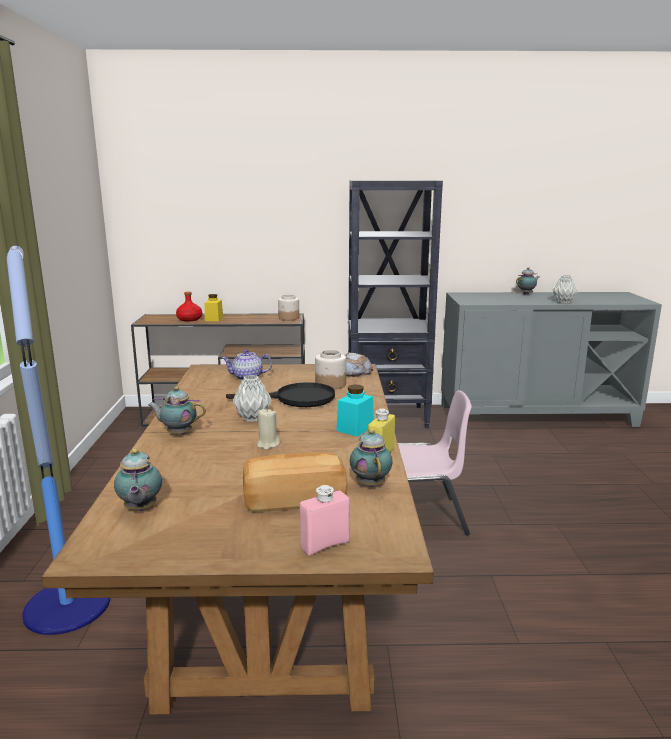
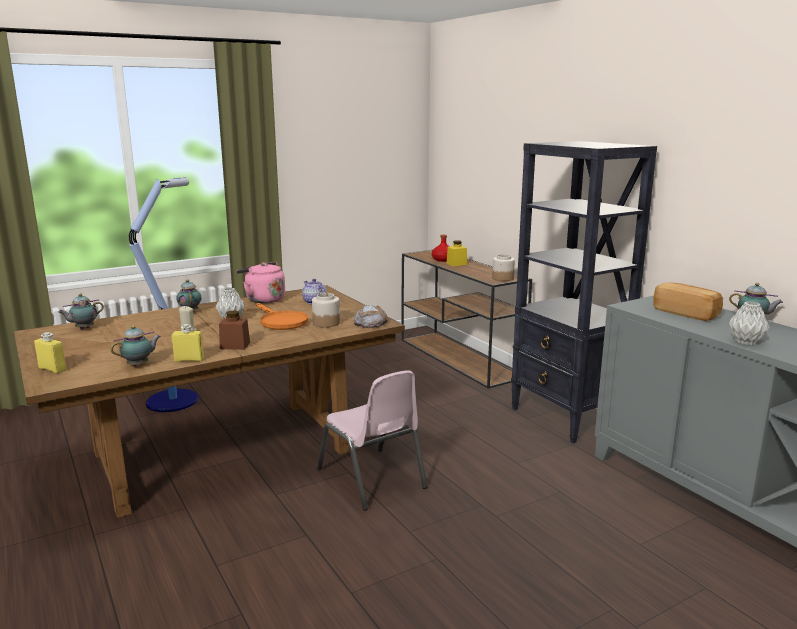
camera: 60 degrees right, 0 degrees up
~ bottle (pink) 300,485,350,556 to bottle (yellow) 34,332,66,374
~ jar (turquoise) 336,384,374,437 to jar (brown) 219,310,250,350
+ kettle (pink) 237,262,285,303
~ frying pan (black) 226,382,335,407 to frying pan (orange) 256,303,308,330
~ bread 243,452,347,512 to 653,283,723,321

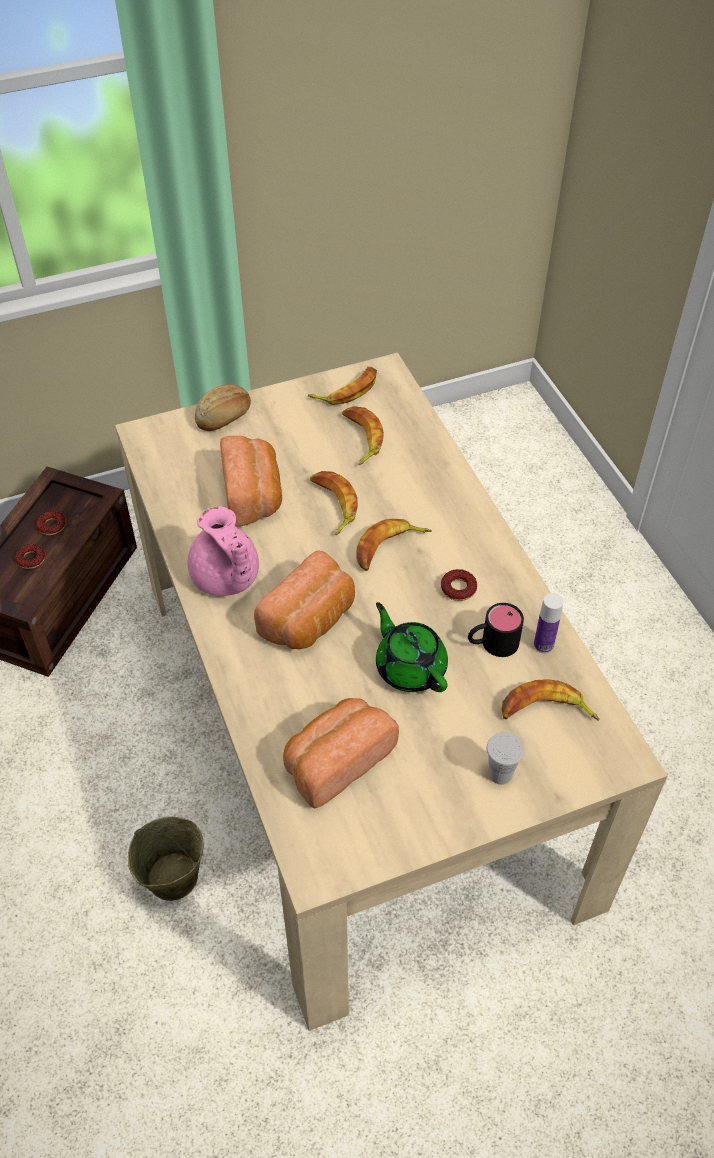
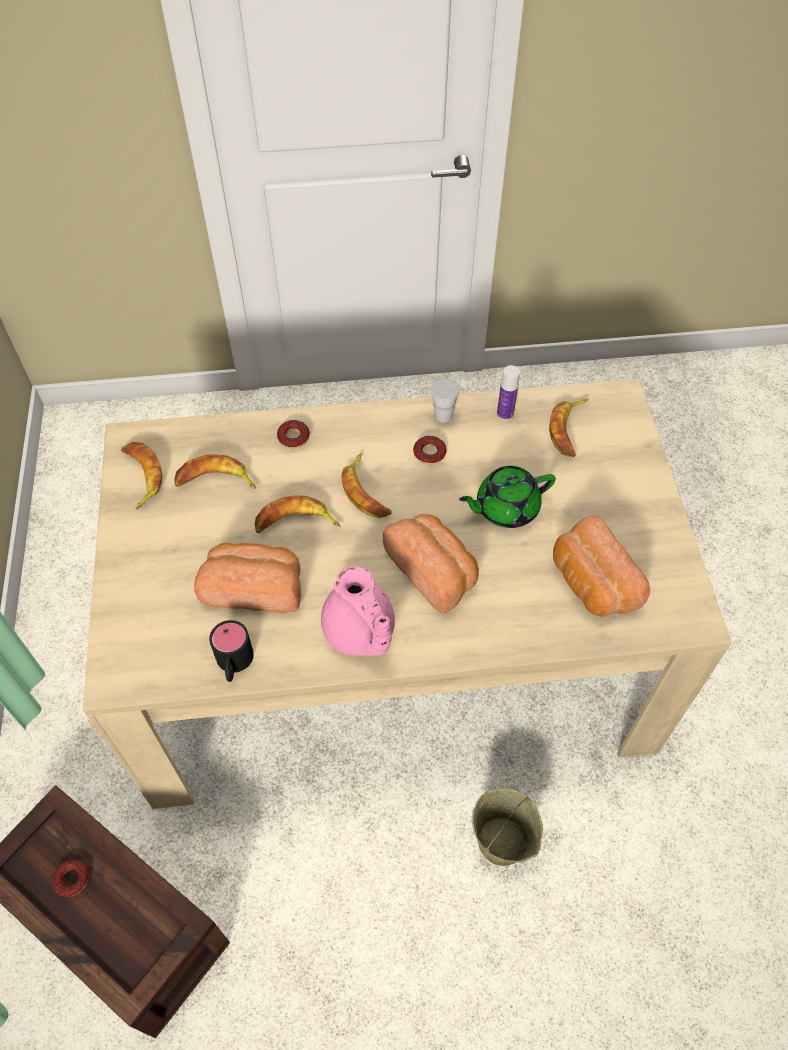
camera: 75 degrees left, 5 degrees up
~ mug (black) 468,603,524,657 to 209,620,254,682
~ donut 15,544,45,569 to 277,420,310,448
~ teapot (pink) 188,506,259,596 = 321,566,395,656 75 degrees clockwise
~ cup (white) 487,732,524,785 to 430,378,460,423
- bread 195,384,251,431

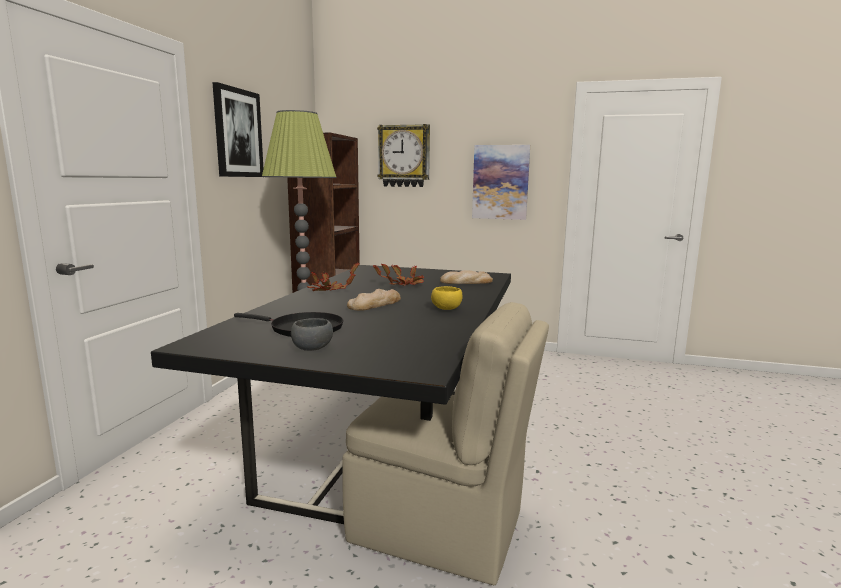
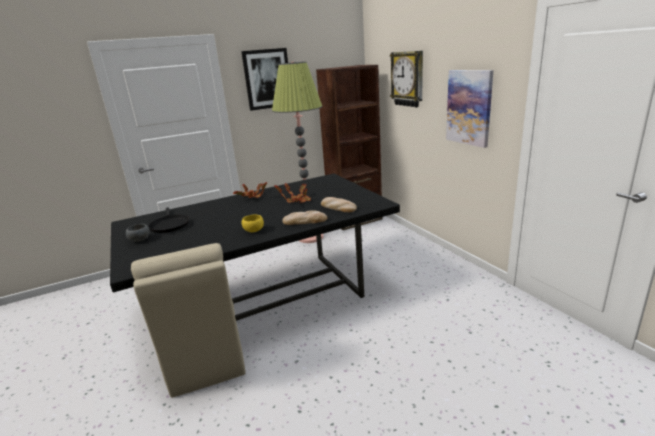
camera: 50 degrees right, 10 degrees up
~ bread 347,289,401,311 to 282,210,327,225

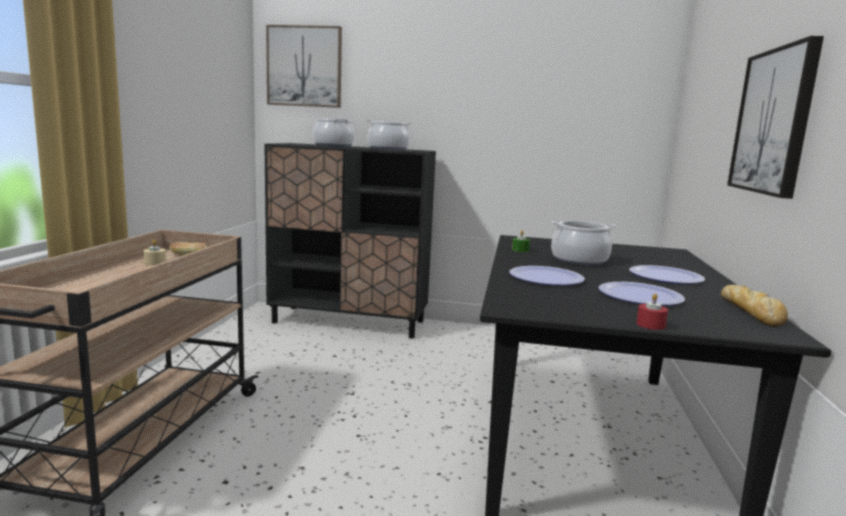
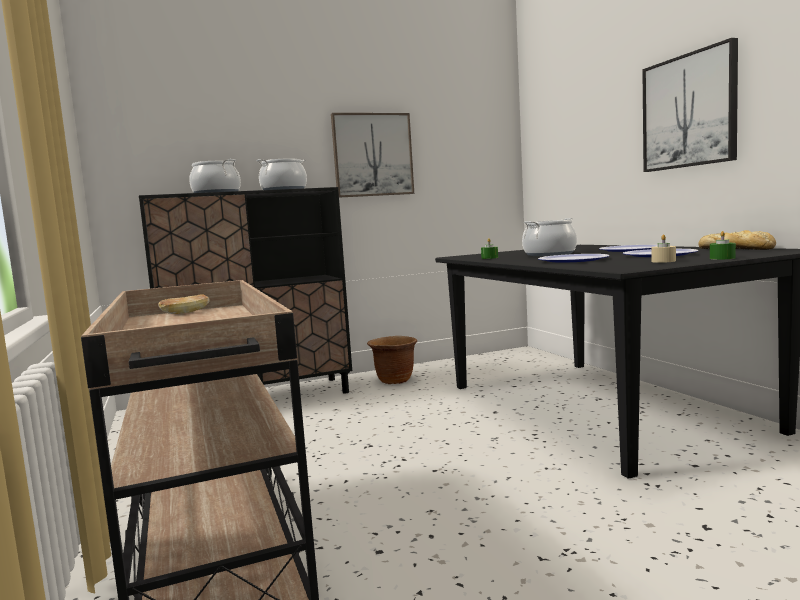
camera: 30 degrees left, 5 degrees down
~ picture 266,25,342,108 to 331,113,414,198
+ planter (brown) 367,336,417,384
~ candle (beige) 144,240,166,265 to 651,234,676,263
~ candle (red) 636,293,668,330 to candle (green) 710,231,736,260

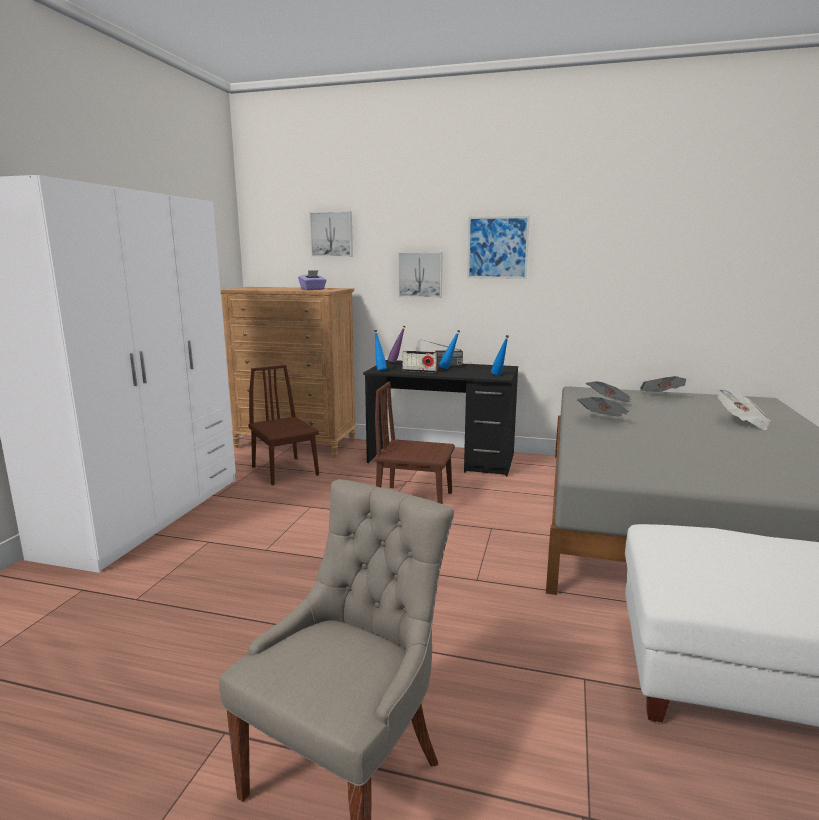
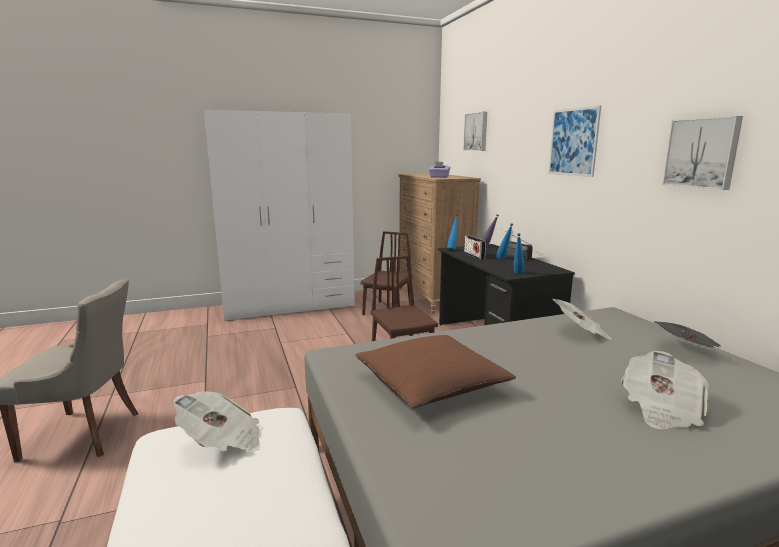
camera: 55 degrees right, 0 degrees up
~ newspaper 577,397,629,416 to 173,391,260,451
+ pillow (brown) 355,335,516,408
~ picture 398,252,443,298 to 662,116,743,190

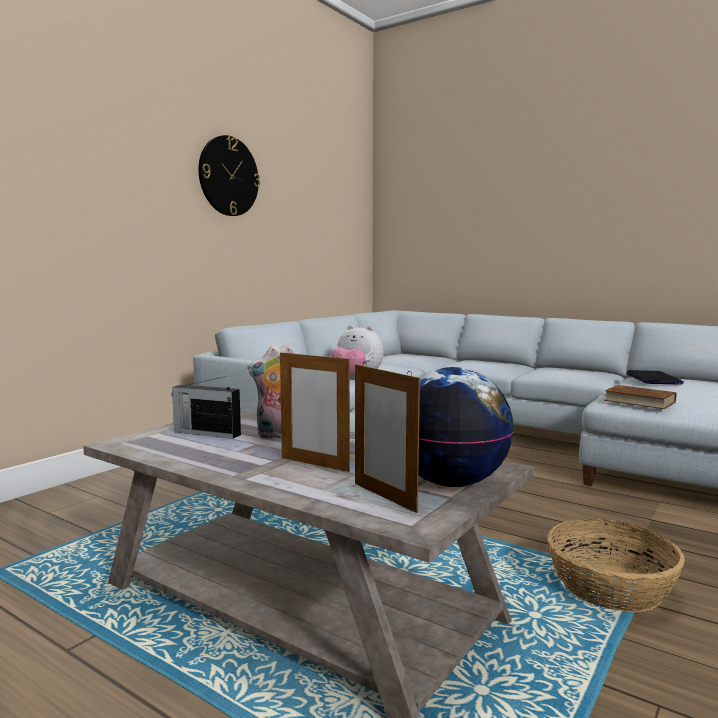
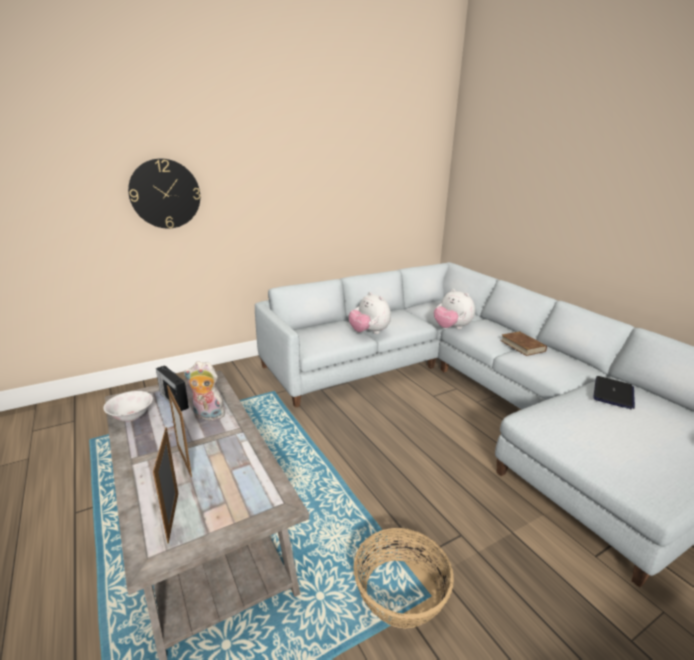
camera: 25 degrees right, 15 degrees up
+ bowl (white) 103,391,153,421
~ wall clock 199,135,260,216 to 128,158,200,228
+ plush toy 434,289,475,329
~ book (brown) 604,385,676,409 to 500,331,547,356
- globe 418,367,514,487

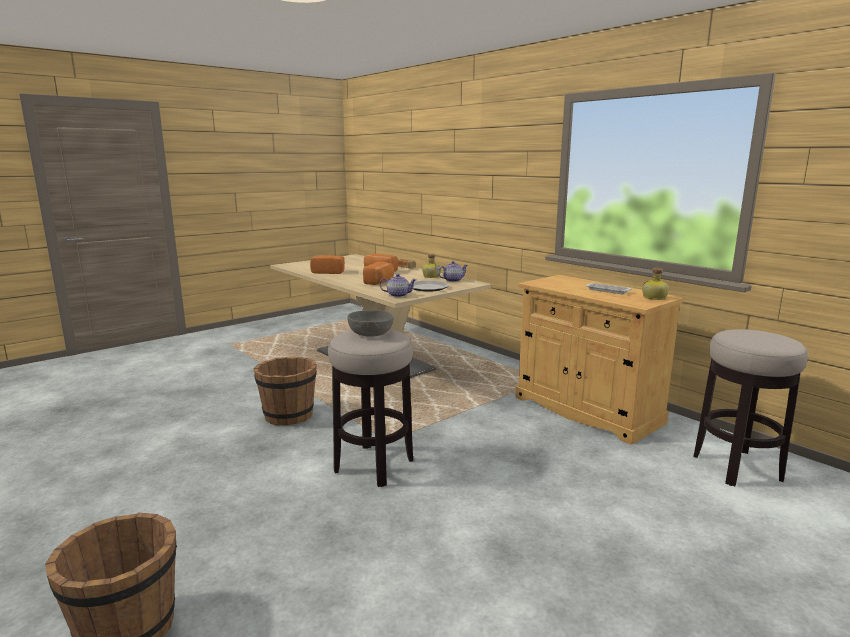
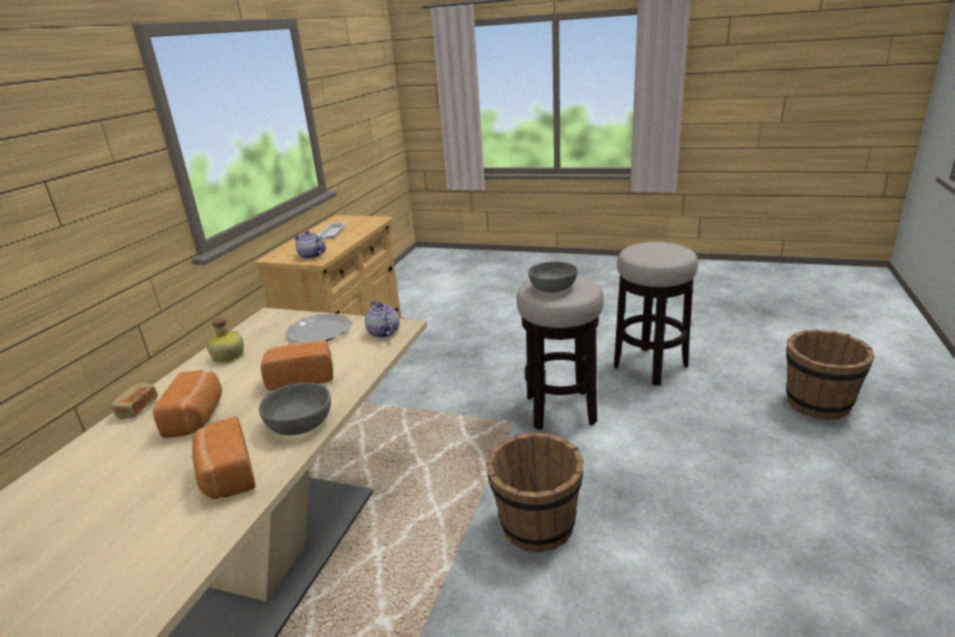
camera: 120 degrees left, 10 degrees up
+ bowl (grey) 259,383,331,435
~ teapot 438,261,467,282 to 293,230,326,259
~ stool 693,329,808,486 to 614,242,698,386
- bottle 642,268,669,300

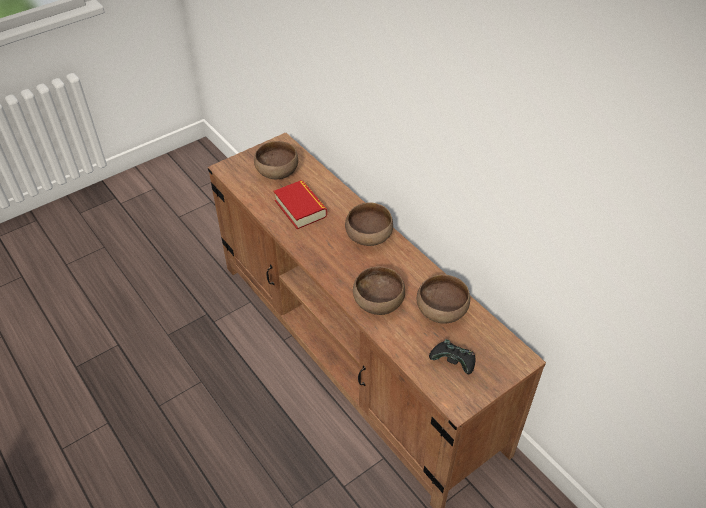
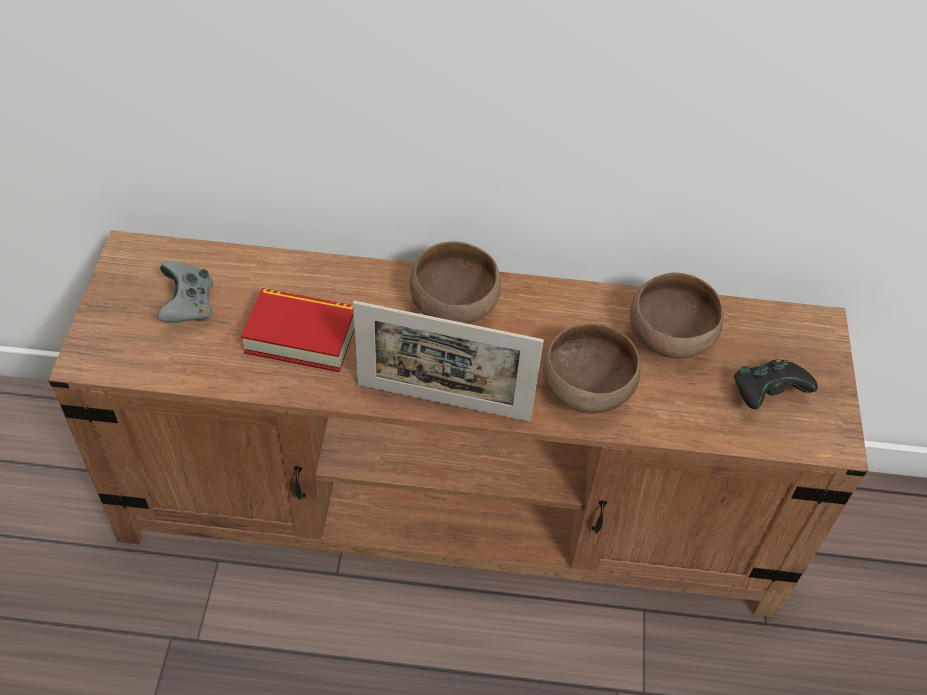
camera: 50 degrees left, 5 degrees up
~ bowl (brown) 254,141,298,179 to game controller (grey) 156,261,213,323
+ picture frame 353,301,544,422

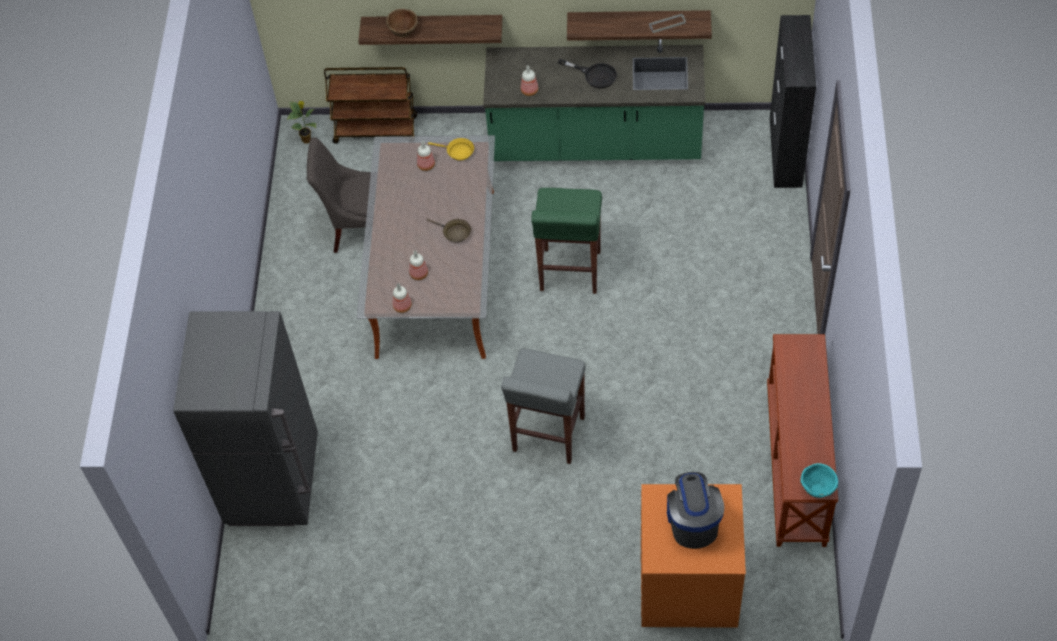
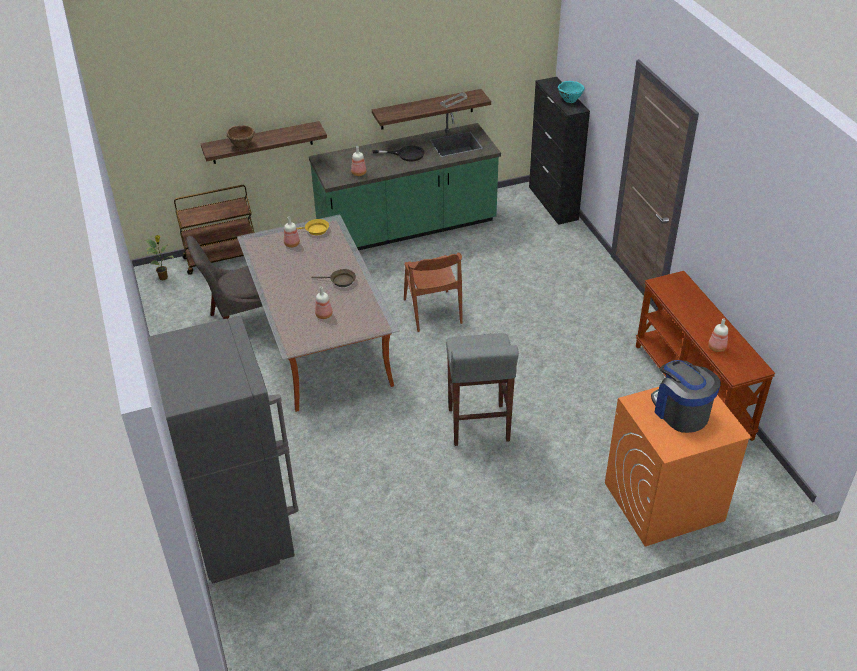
camera: 25 degrees left, 15 degrees down
~ stool (green) 531,188,602,294 to chair (brown) 404,253,462,332
~ bowl (turquoise) 800,463,838,498 to 558,81,585,103
~ bottle 393,283,412,313 to 708,318,728,352

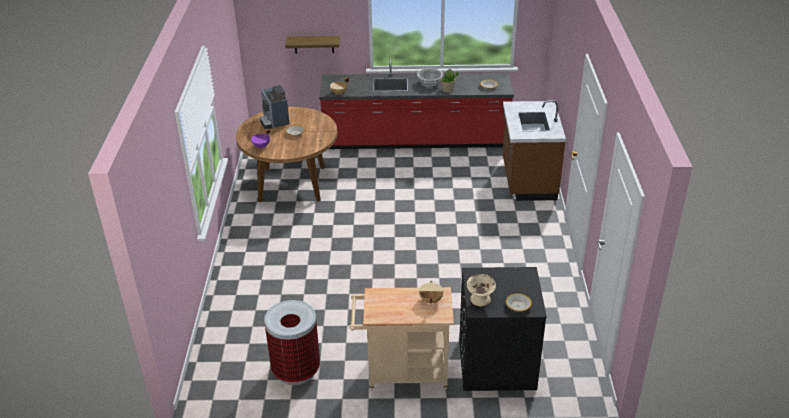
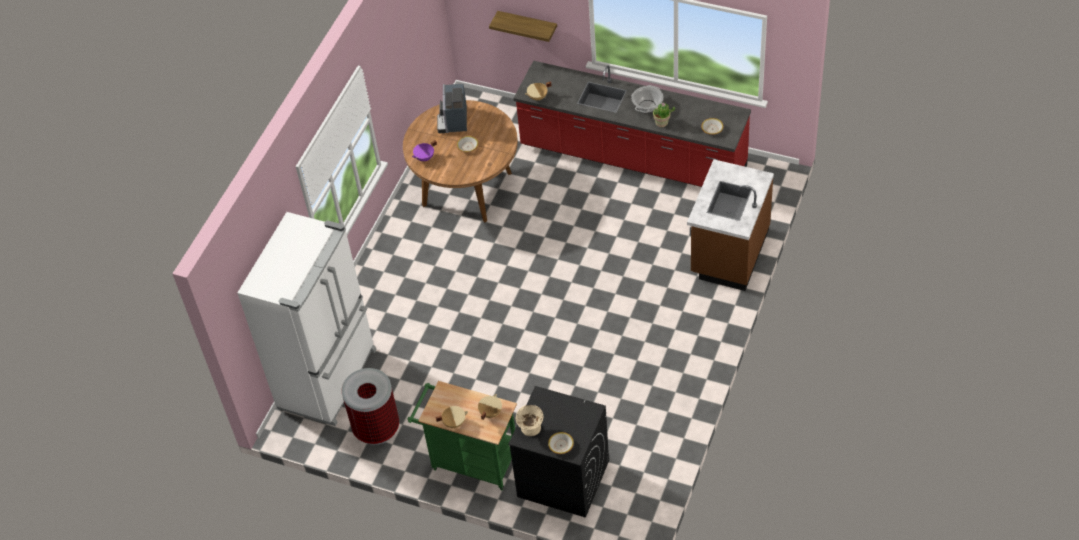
camera: 25 degrees right, 15 degrees up
+ fridge (white) 237,212,376,426
~ cart (beige) 349,287,454,390 to cart (green) 407,381,517,491
+ cooking pot (beige) 436,406,468,428

